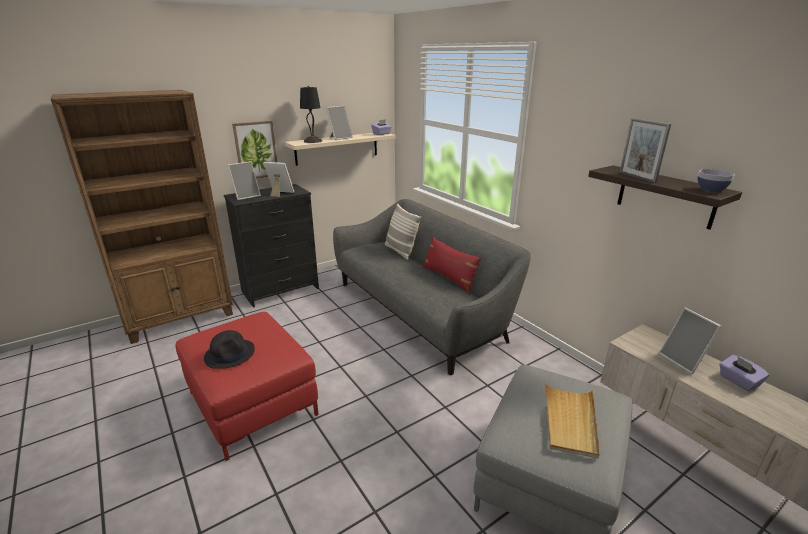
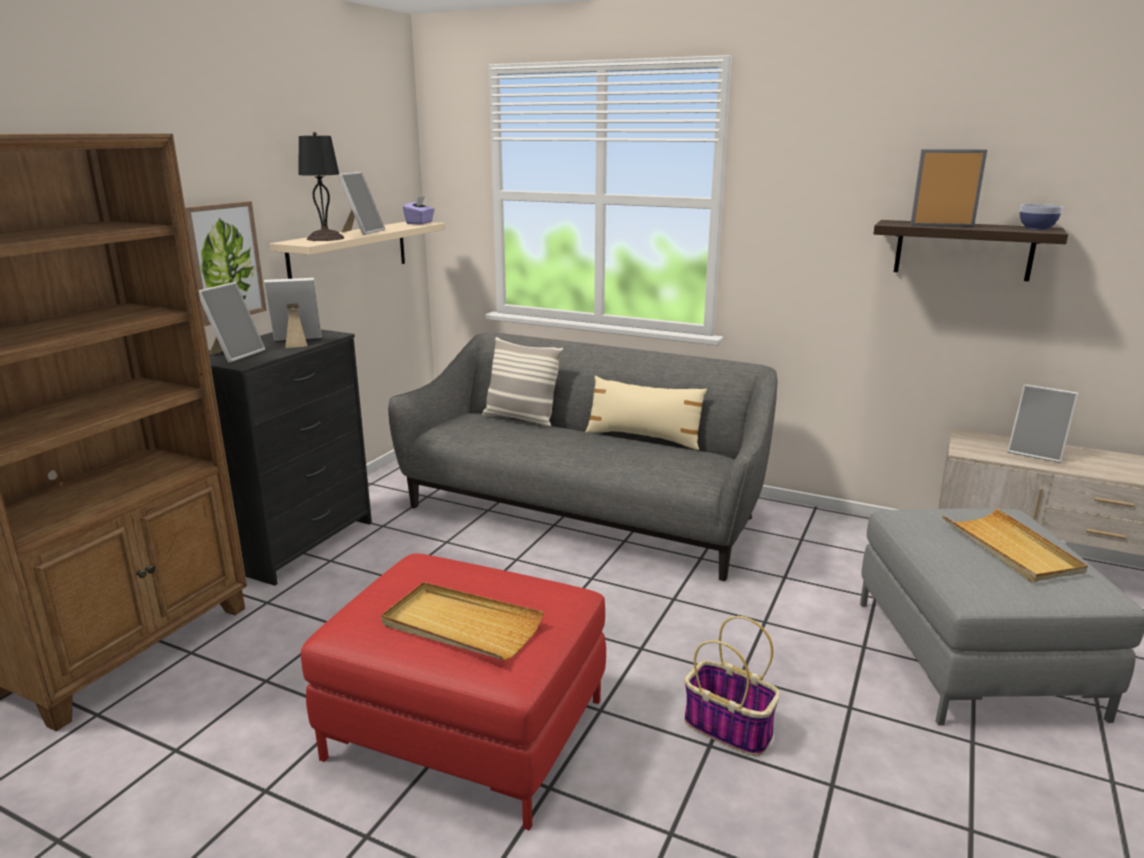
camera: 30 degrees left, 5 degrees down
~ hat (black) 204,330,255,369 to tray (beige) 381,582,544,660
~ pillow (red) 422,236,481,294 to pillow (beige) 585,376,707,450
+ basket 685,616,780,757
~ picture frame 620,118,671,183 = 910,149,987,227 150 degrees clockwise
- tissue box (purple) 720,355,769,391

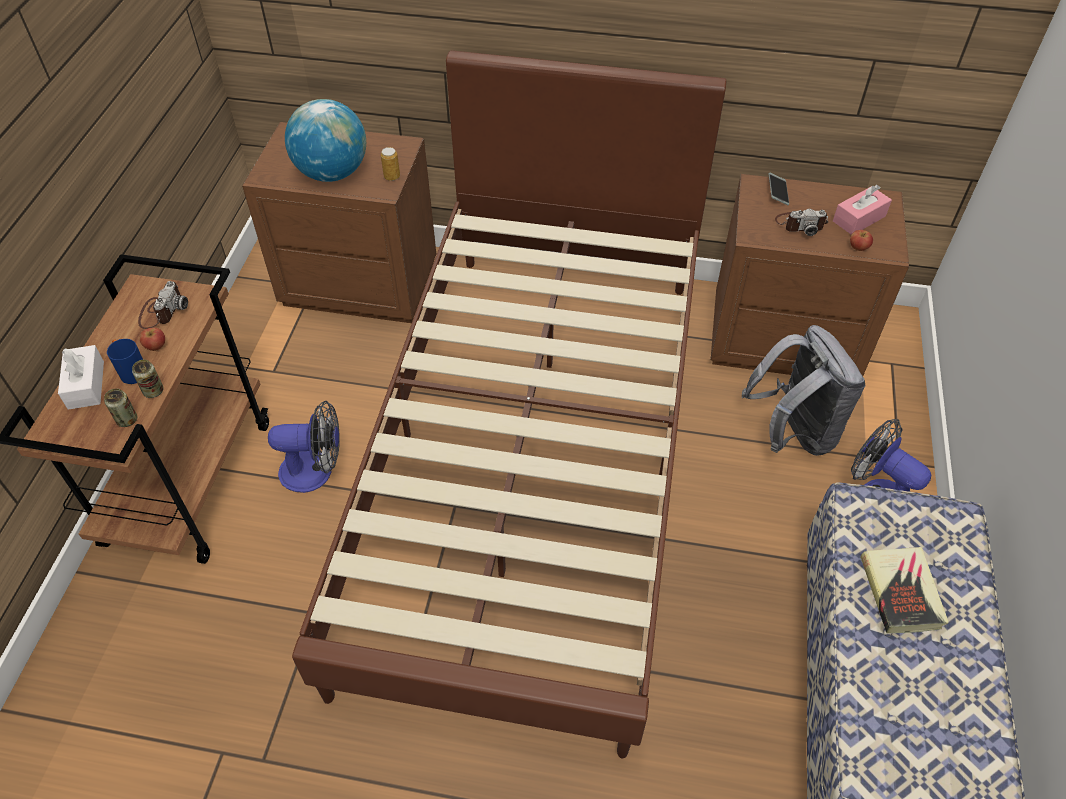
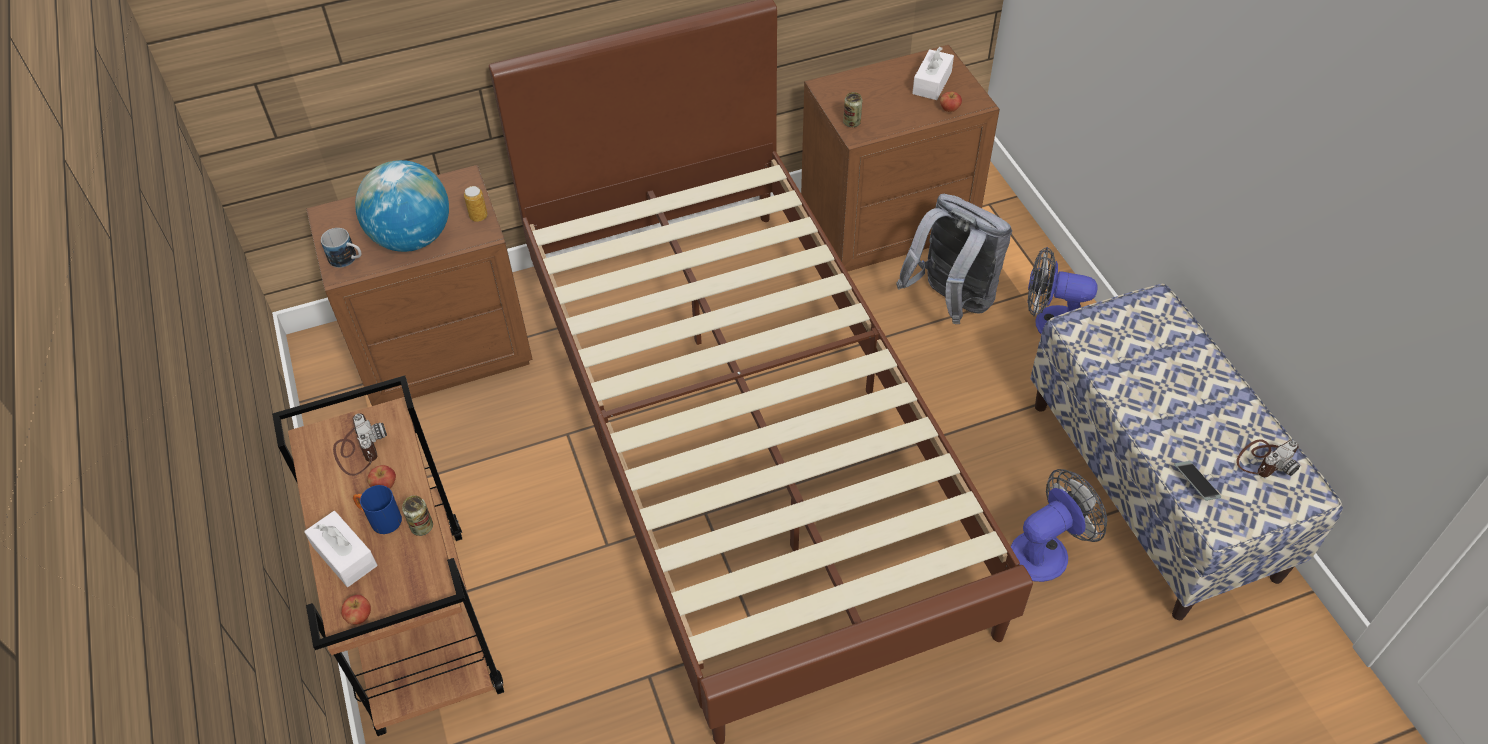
camera: 30 degrees left, 0 degrees up
+ mug 321,228,362,268
+ apple 341,595,371,625
~ can 104,388,137,427 to 843,92,862,127
~ tissue box (pink) 833,185,892,235 to tissue box (white) 912,47,954,100
~ fan 268,401,340,493 to 1010,469,1107,582
~ phone 769,172,789,205 to 1174,461,1221,501
~ photo camera 775,208,828,236 to 1236,439,1300,477
- book 860,547,949,634

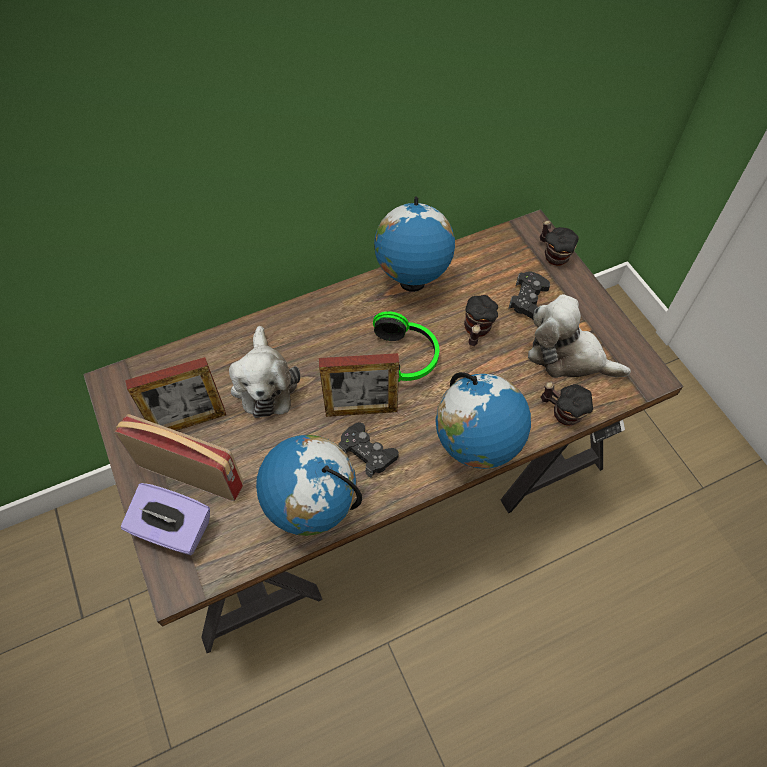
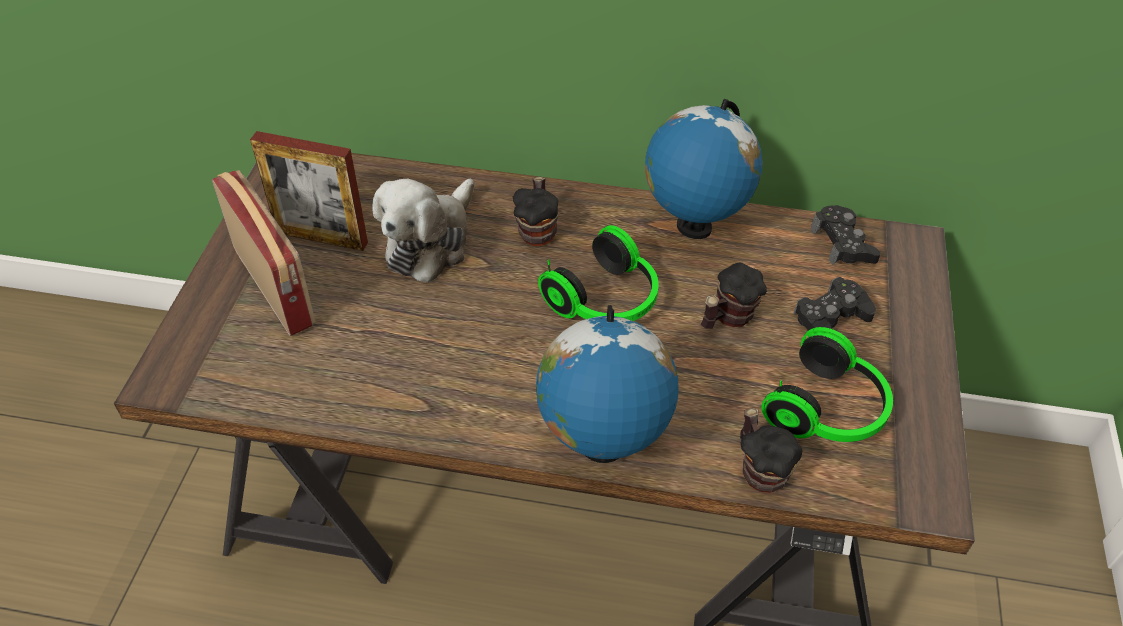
camera: 35 degrees right, 10 degrees down
~ mug 540,220,579,266 to 513,177,558,246
~ plush toy 528,294,631,378 to headphones 761,327,893,442
~ game controller (black) 339,422,399,478 to 811,205,881,265
- tissue box (purple) 121,483,210,555
- globe 256,435,362,536
- picture frame 319,353,399,417

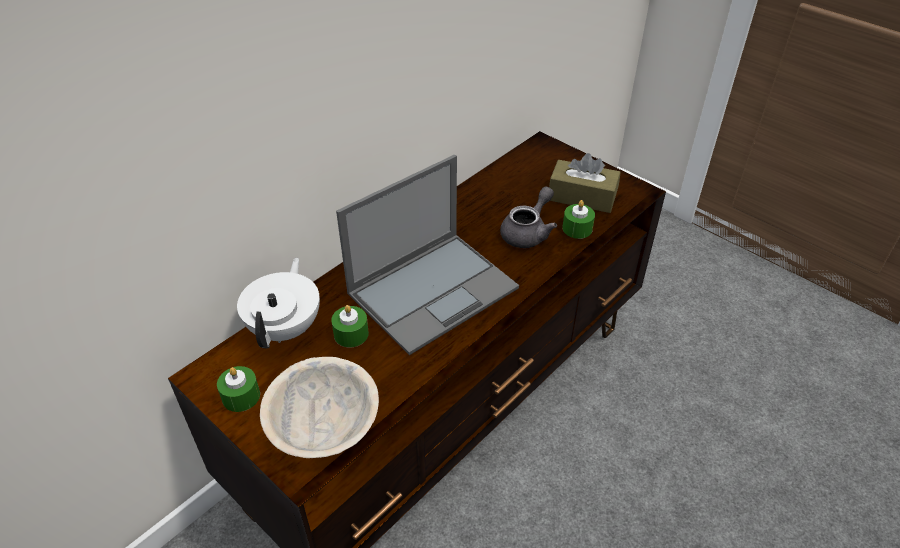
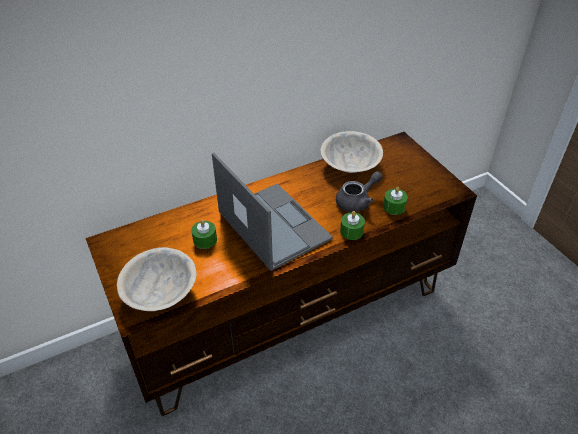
camera: 20 degrees right, 0 degrees up
~ laptop 336,155,519,355 = 212,153,333,271 105 degrees counterclockwise
+ bowl (beige) 320,131,383,173
~ candle (green) 217,366,260,412 to 340,211,365,240
- teapot (white) 237,258,320,348
- tissue box (brown) 549,153,621,213

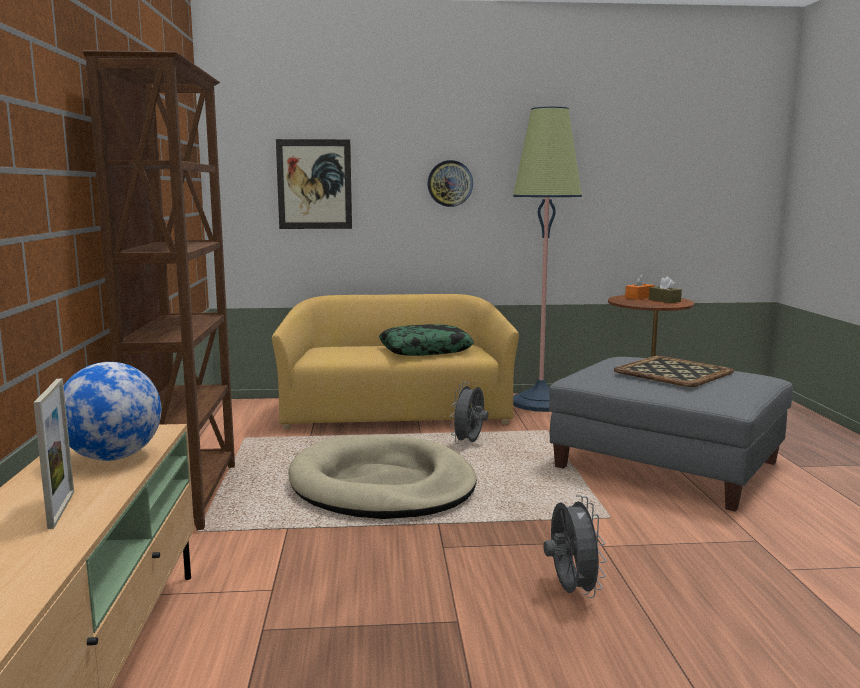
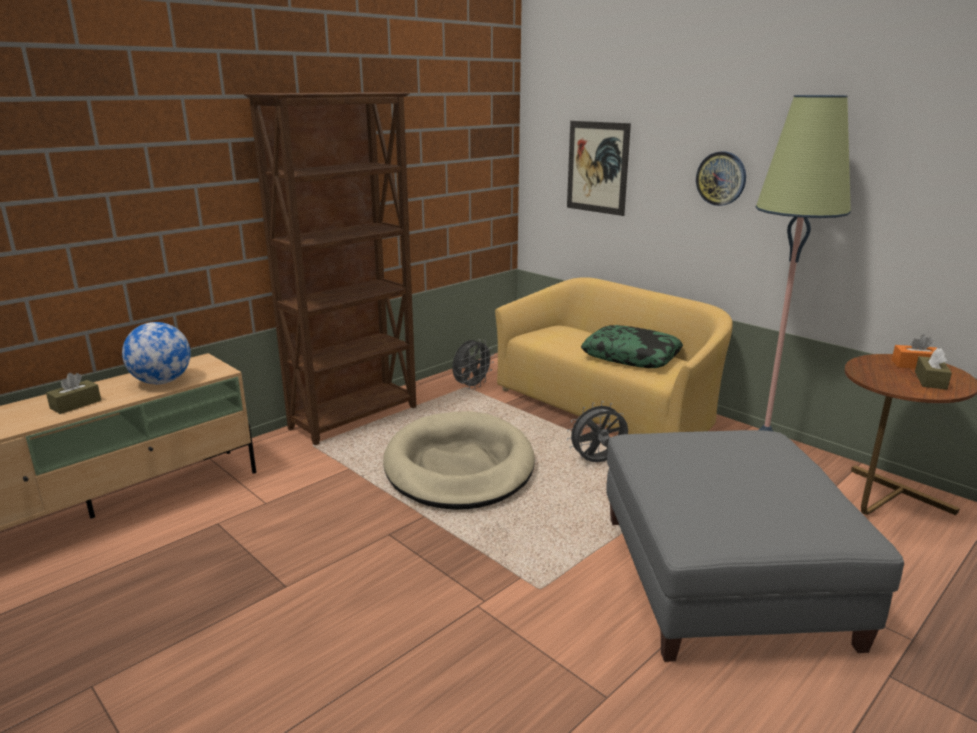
camera: 50 degrees right, 10 degrees up
~ picture frame 33,378,74,529 to tissue box (brown) 46,373,101,414
~ fan (grey) 543,495,606,598 to 452,339,494,389
- tray 614,356,734,387

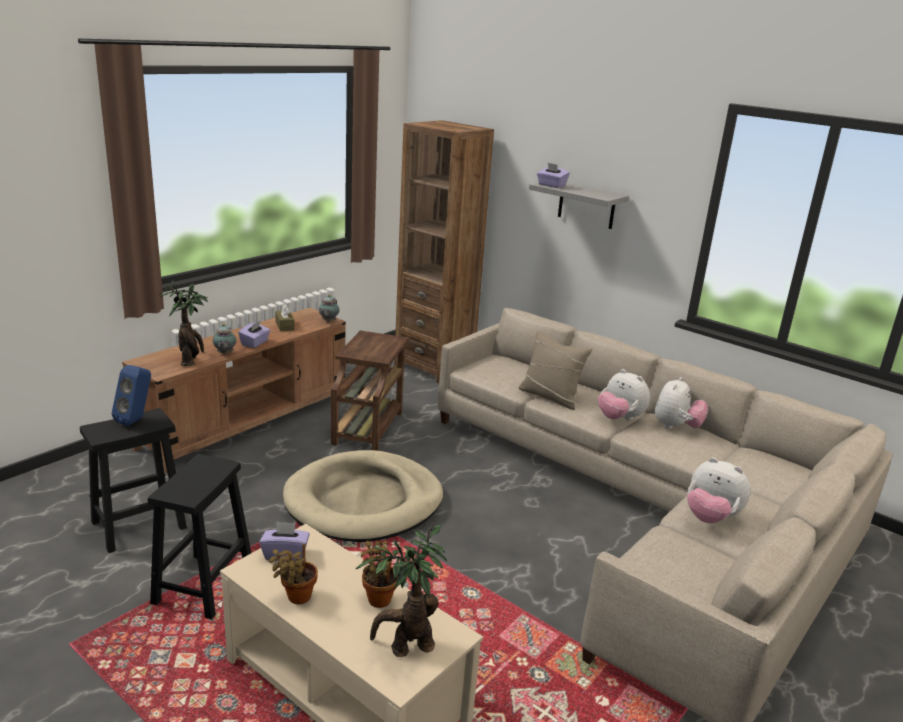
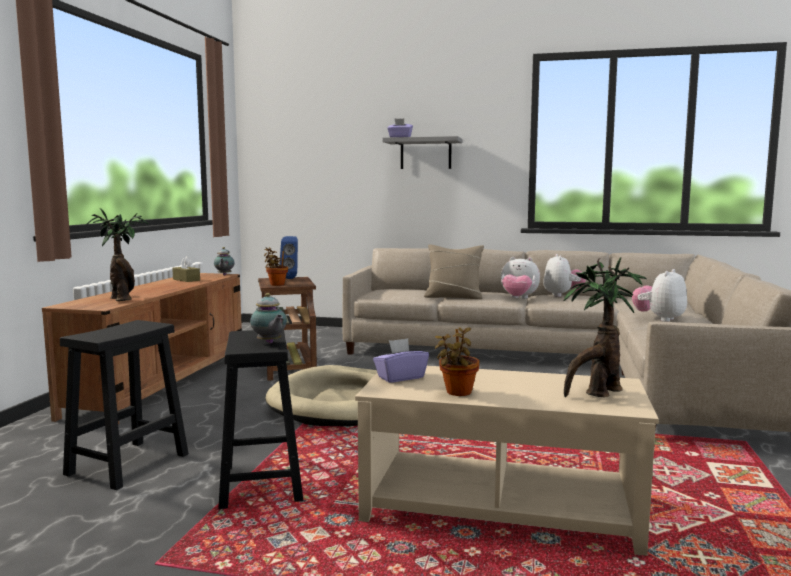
camera: 25 degrees left, 15 degrees down
~ teapot 213,323,236,355 to 250,293,287,343
~ potted plant 361,540,398,608 to 264,247,288,286
~ speaker (blue) 112,365,151,426 to 280,236,298,279
~ plush toy 687,457,751,523 = 632,269,687,322 120 degrees clockwise
- tissue box (purple) 238,321,270,348
- bookcase (brown) 394,120,494,384

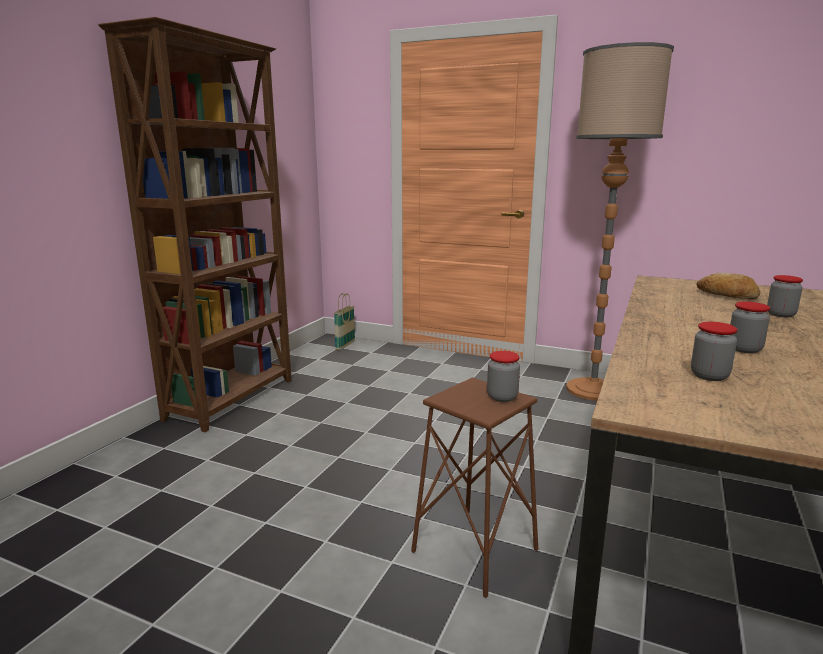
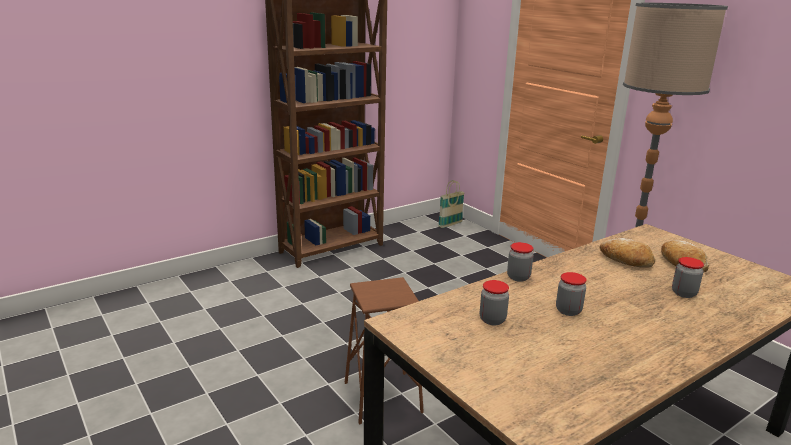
camera: 30 degrees right, 5 degrees up
~ jar 487,351,520,402 to 507,242,533,282
+ bread 600,238,655,268

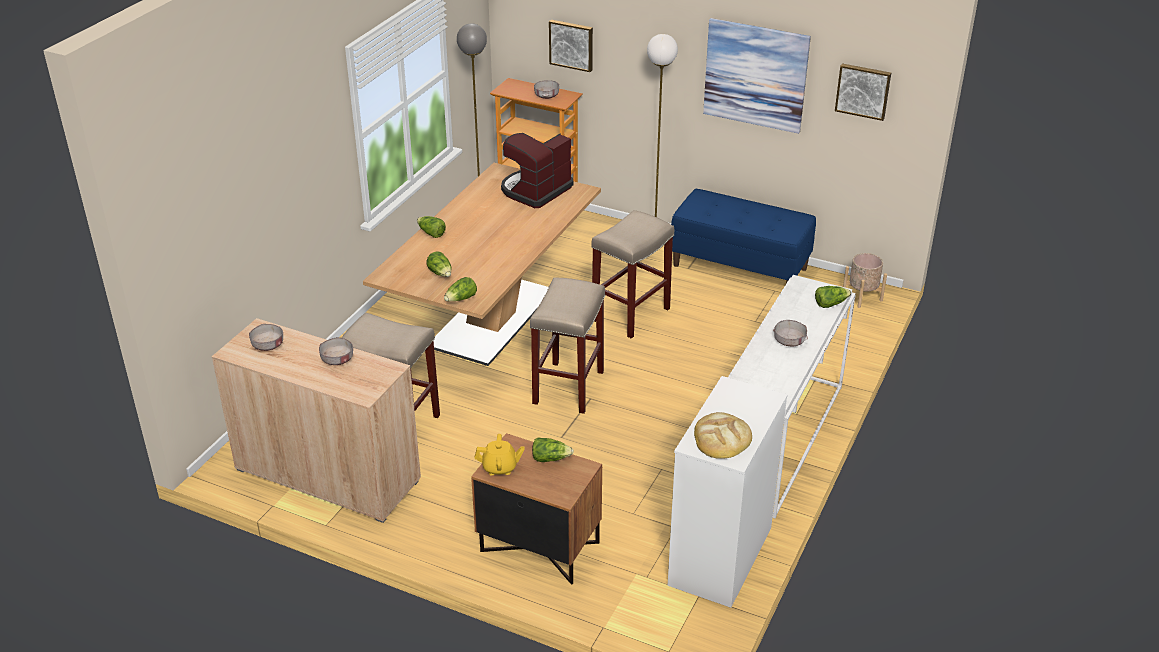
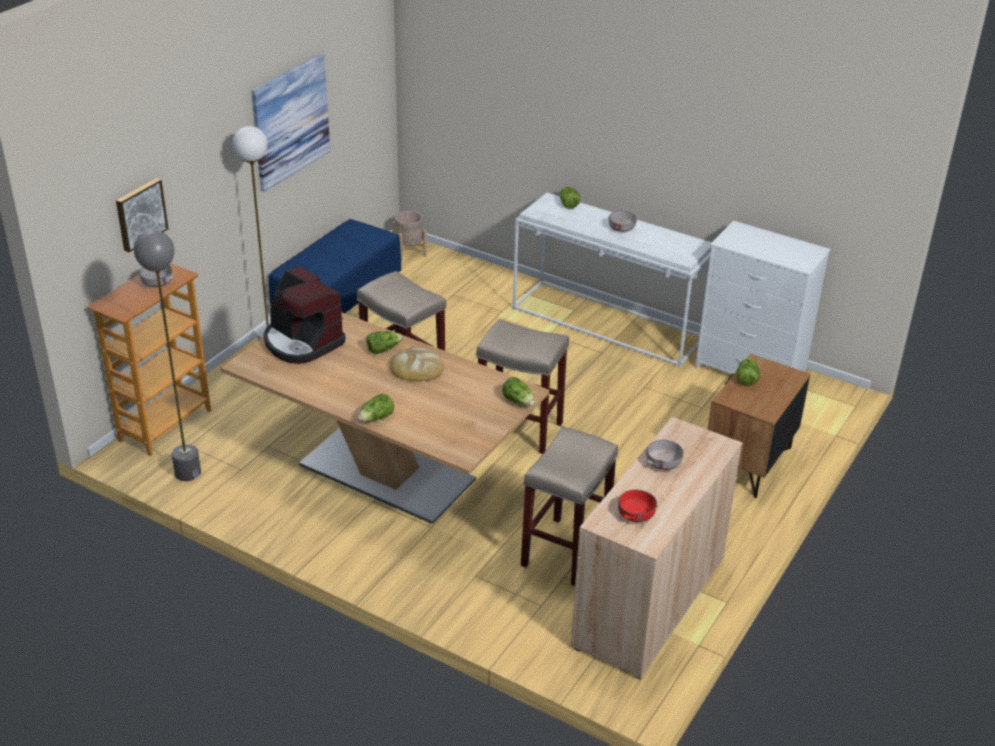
camera: 85 degrees left, 0 degrees up
~ lettuce 427,251,452,277 to 367,331,403,354
~ bread 694,412,752,459 to 390,347,444,381
~ bowl (grey) 249,324,283,351 to bowl (red) 618,490,657,522
- teapot (yellow) 474,434,525,475
- picture 835,64,891,121

